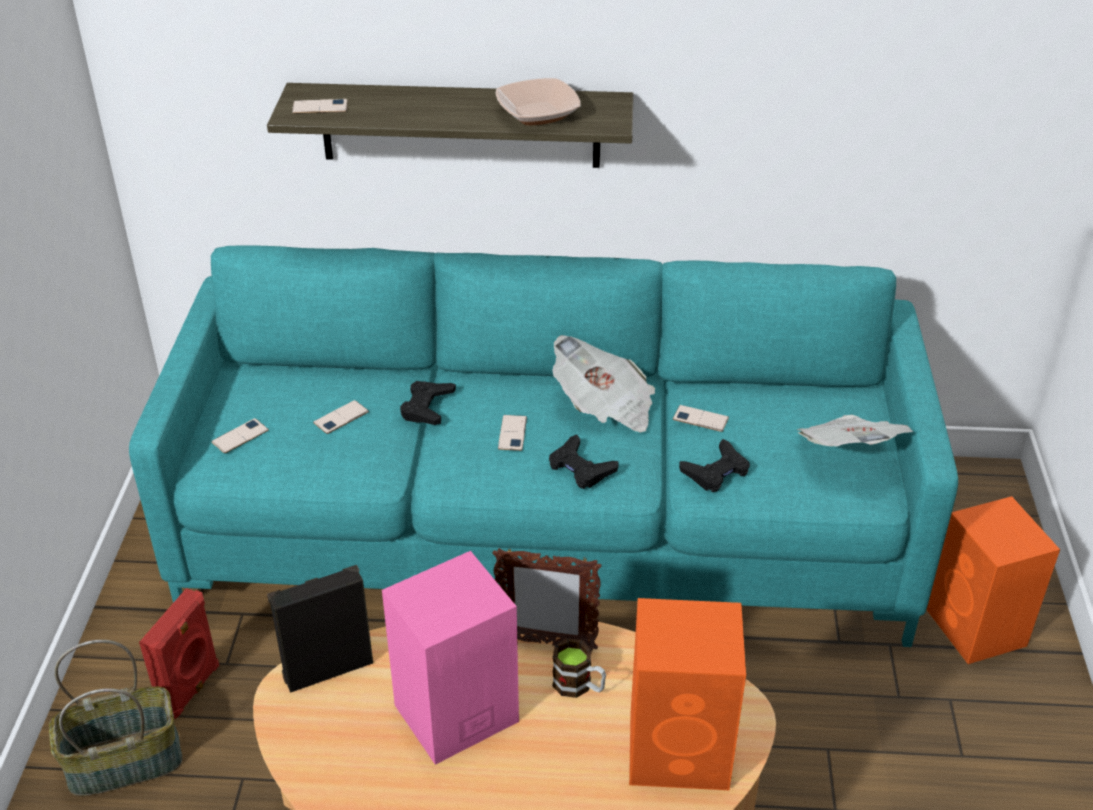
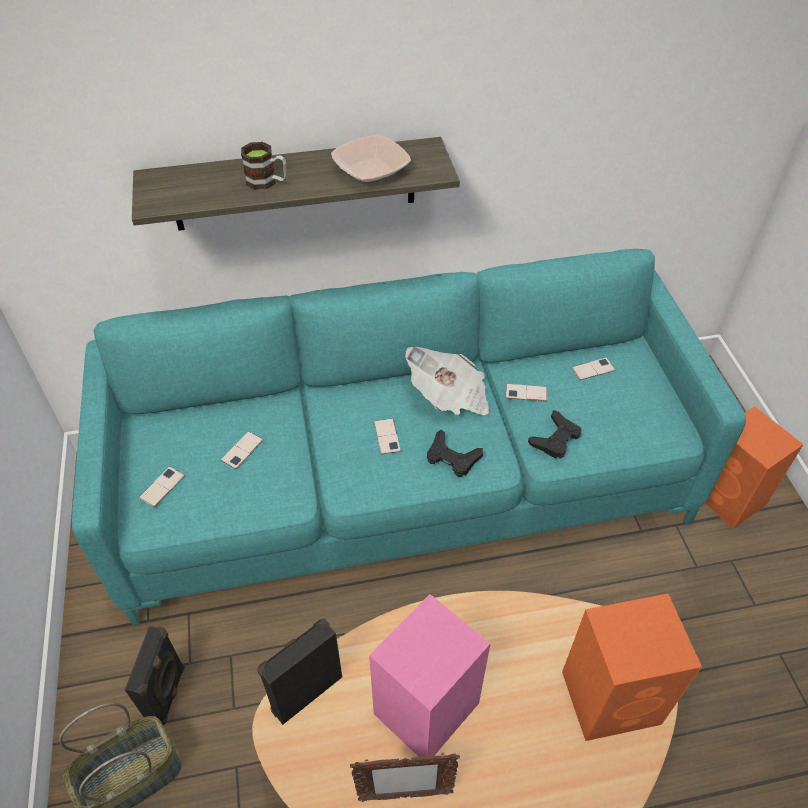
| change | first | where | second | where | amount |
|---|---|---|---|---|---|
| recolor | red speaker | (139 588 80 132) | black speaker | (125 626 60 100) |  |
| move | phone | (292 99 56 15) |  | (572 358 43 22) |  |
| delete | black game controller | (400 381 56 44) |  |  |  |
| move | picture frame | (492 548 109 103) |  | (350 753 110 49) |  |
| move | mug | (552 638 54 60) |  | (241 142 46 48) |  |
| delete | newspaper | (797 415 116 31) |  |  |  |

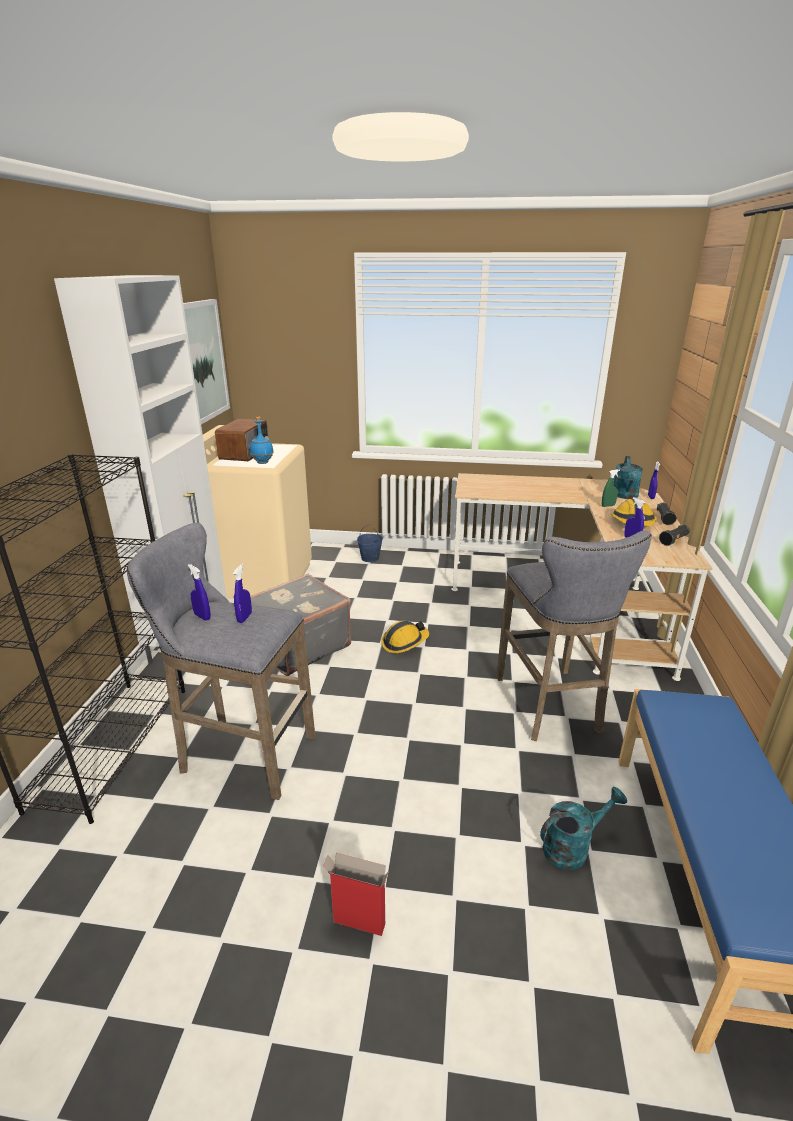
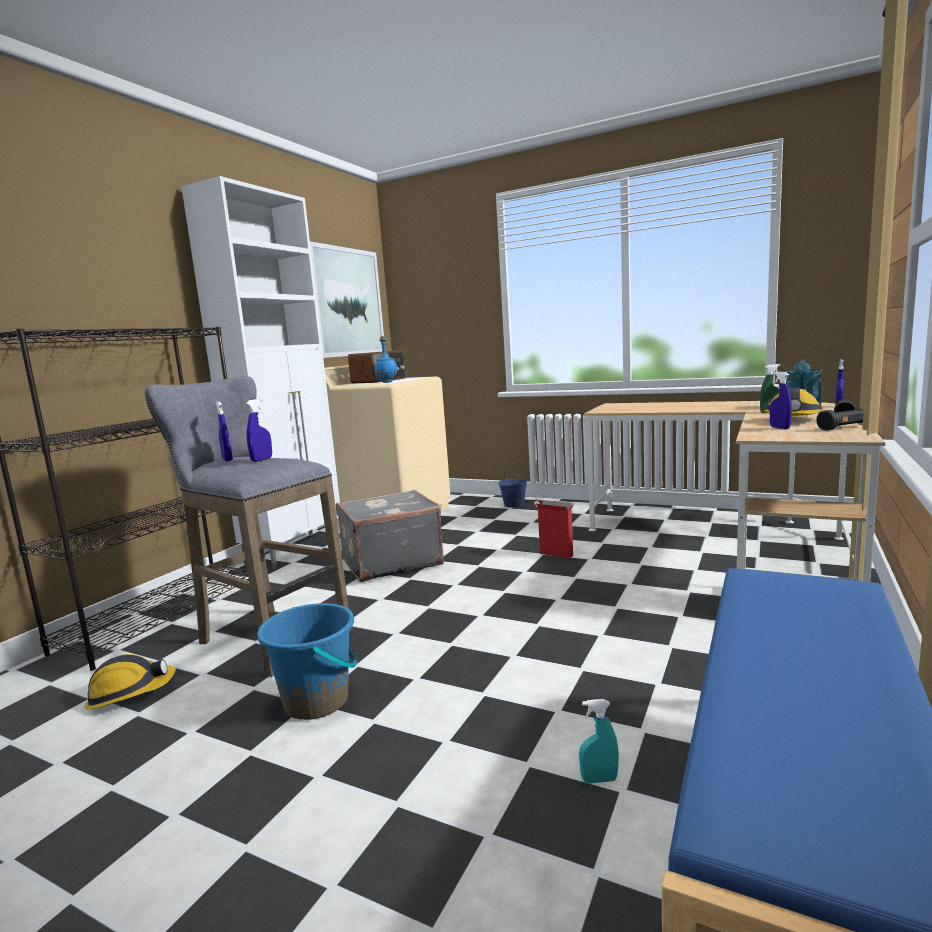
| change | first | where | second | where | amount |
|---|---|---|---|---|---|
| move | cardboard box | (323 853 66 83) |  | (534 500 40 59) |  |
| move | hard hat | (381 621 48 32) |  | (85 654 91 56) |  |
| delete | grey stool | (496 530 156 211) |  |  |  |
| replace | turquoise watering can | (540 787 87 83) | turquoise spray bottle | (579 699 40 85) |  |
| insert |  |  | blue bucket | (257 603 101 117) |  |

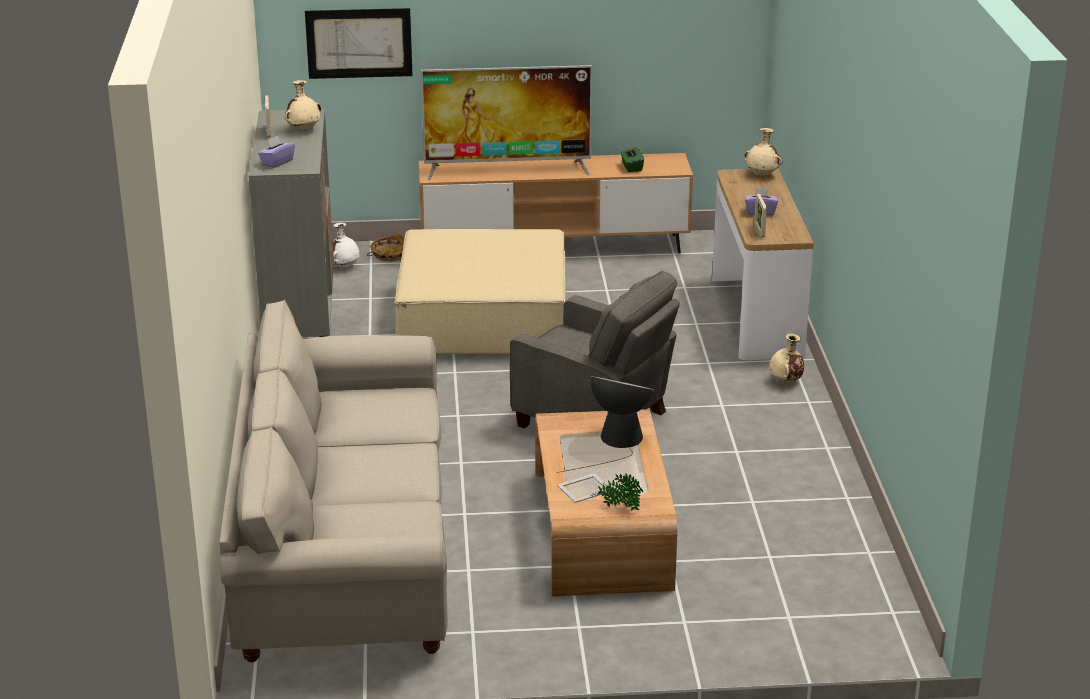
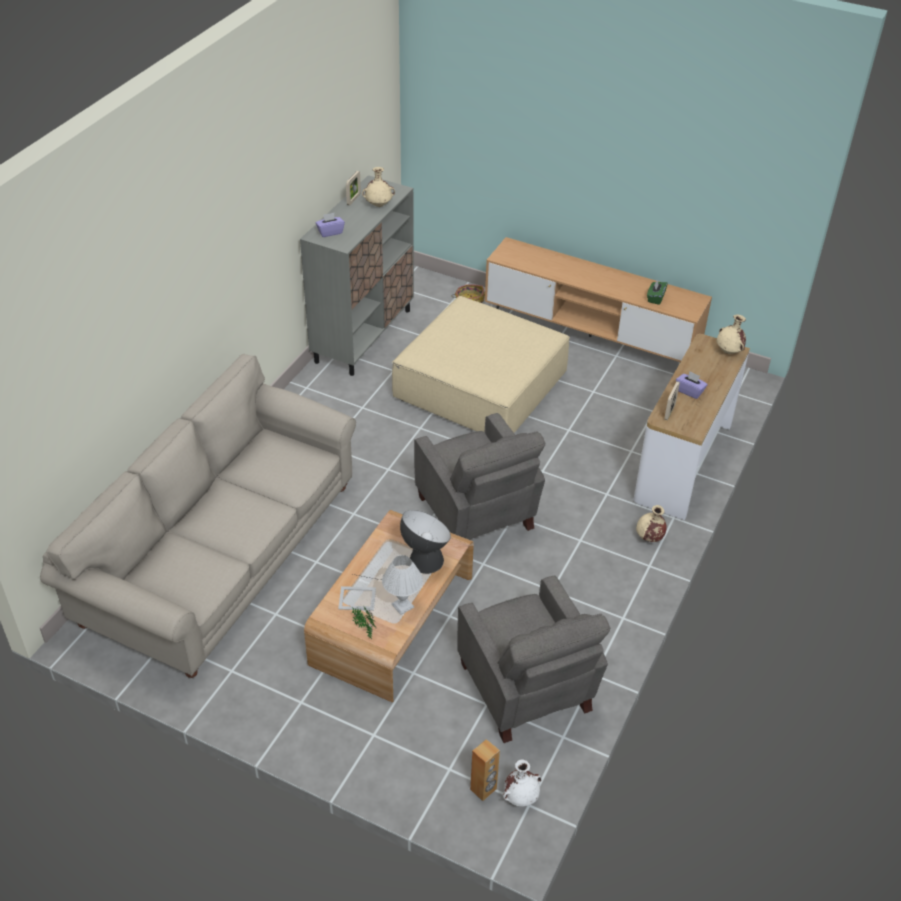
| change | first | where | second | where | amount |
|---|---|---|---|---|---|
| delete | picture | (305 8 108 71) |  |  |  |
| move | white vase | (333 223 27 45) |  | (503 760 39 47) |  |
| delete | television | (421 65 171 115) |  |  |  |
| insert |  |  | white table lamp | (382 555 41 60) |  |
| insert |  |  | grey armchair | (457 575 153 168) |  |
| insert |  |  | brown speaker | (470 739 30 62) |  |

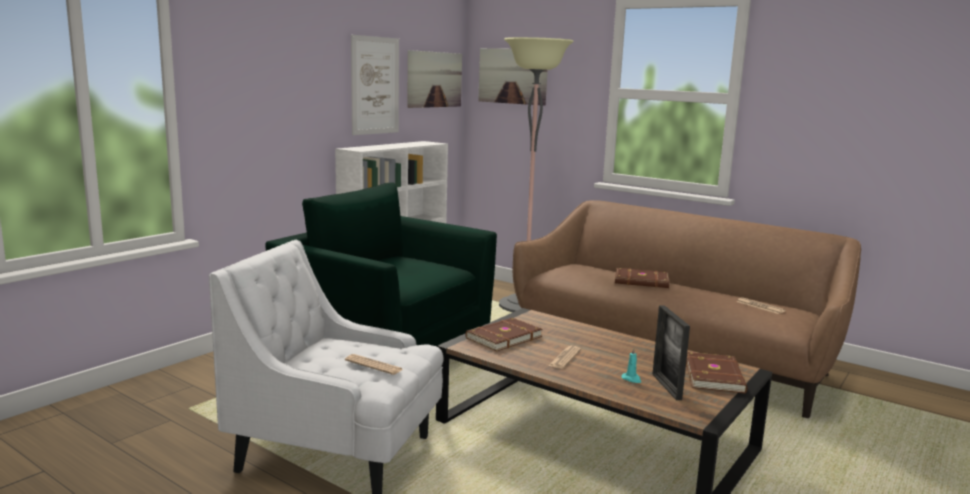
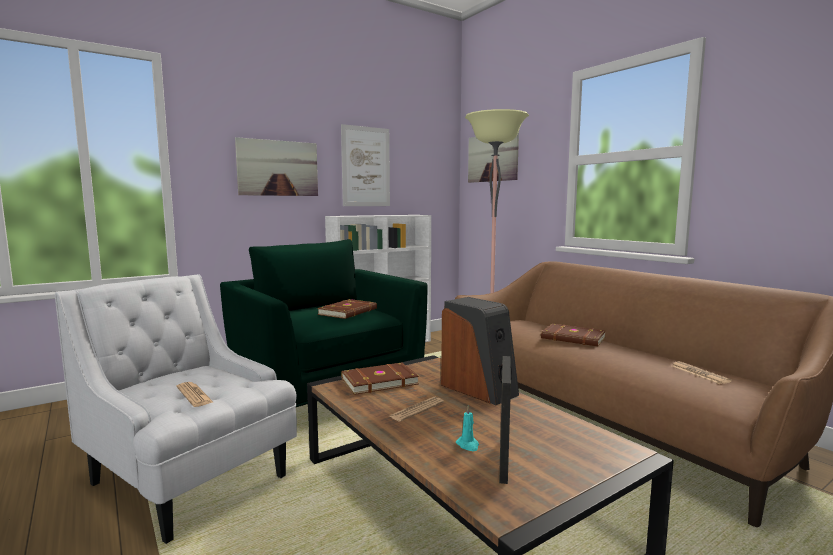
| change | first | where | second | where | amount |
|---|---|---|---|---|---|
| move | picture | (407 50 55 58) |  | (235 137 83 59) |  |
| move | brown book | (686 352 62 41) |  | (317 299 60 20) |  |
| insert |  |  | speaker | (441 297 78 108) |  |

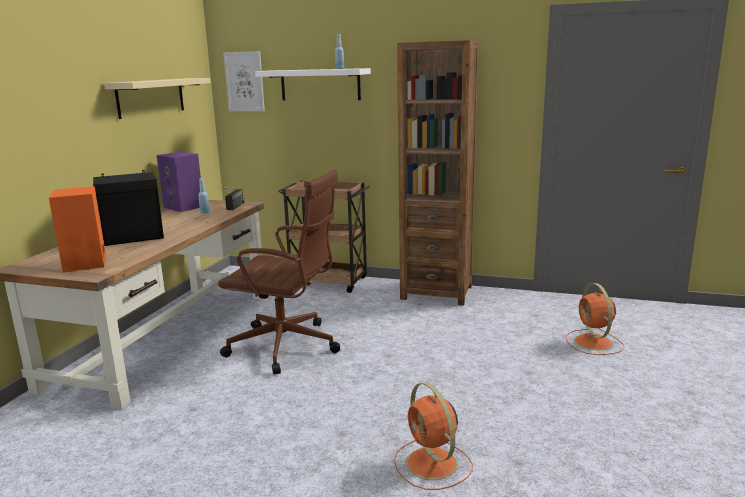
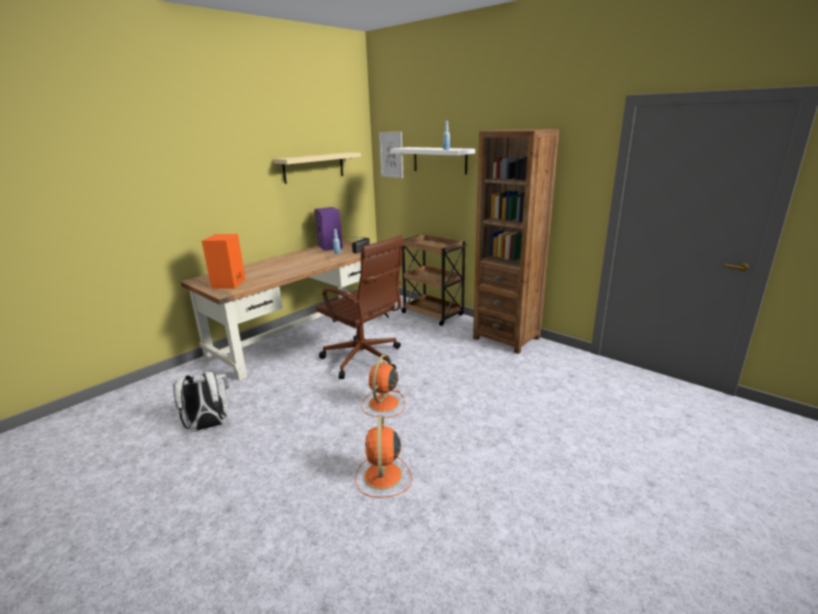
| change | first | where | second | where | amount |
|---|---|---|---|---|---|
| delete | black speaker | (93 170 71 76) |  |  |  |
| move | orange fan | (566 283 59 72) |  | (361 355 44 62) |  |
| insert |  |  | white backpack | (173 372 56 59) |  |

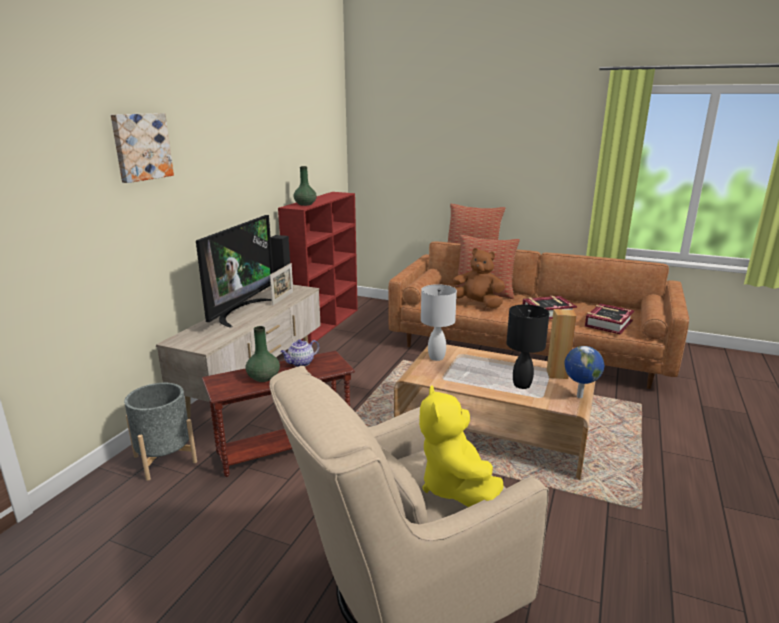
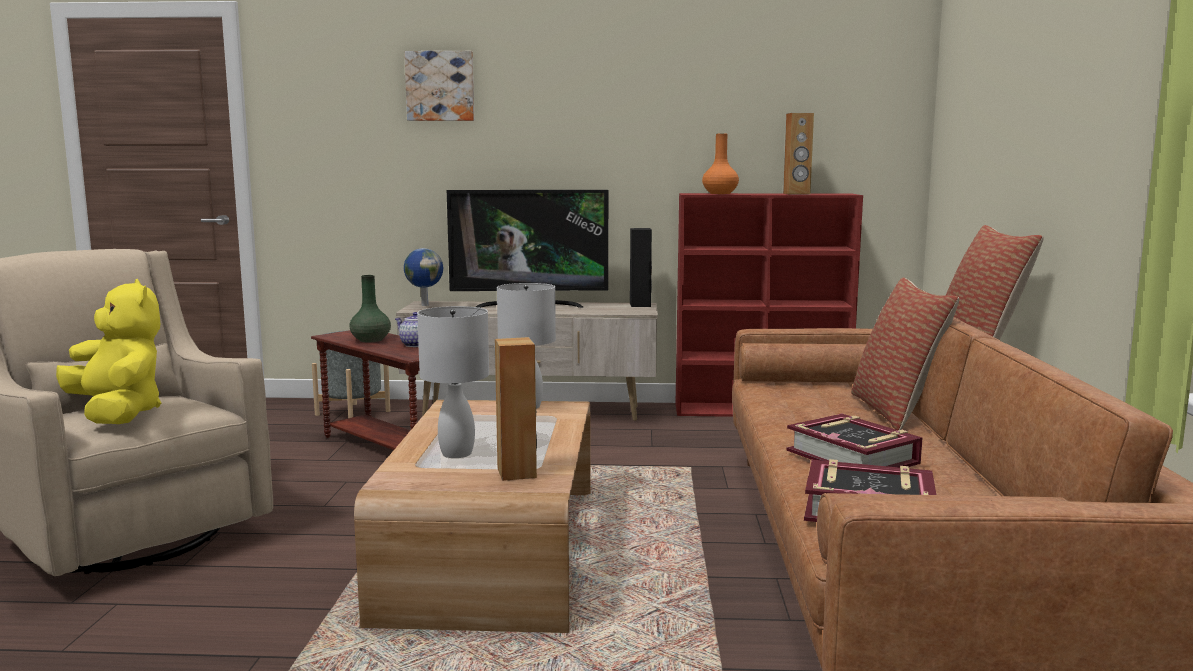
| change | first | where | second | where | amount |
|---|---|---|---|---|---|
| delete | picture frame | (270 263 23 43) |  |  |  |
| recolor | green vase | (294 166 23 40) | orange vase | (702 133 37 61) |  |
| rotate | yellow plush toy | (419 385 85 122) |  | (56 279 105 145) | 75 degrees clockwise |
| delete | brown plush toy | (452 248 53 60) |  |  |  |
| recolor | black table lamp | (506 304 43 85) | white table lamp | (417 306 72 152) |  |
| move | globe | (565 346 39 52) |  | (404 248 39 58) |  |
| insert |  |  | brown speaker | (783 113 31 81) |  |

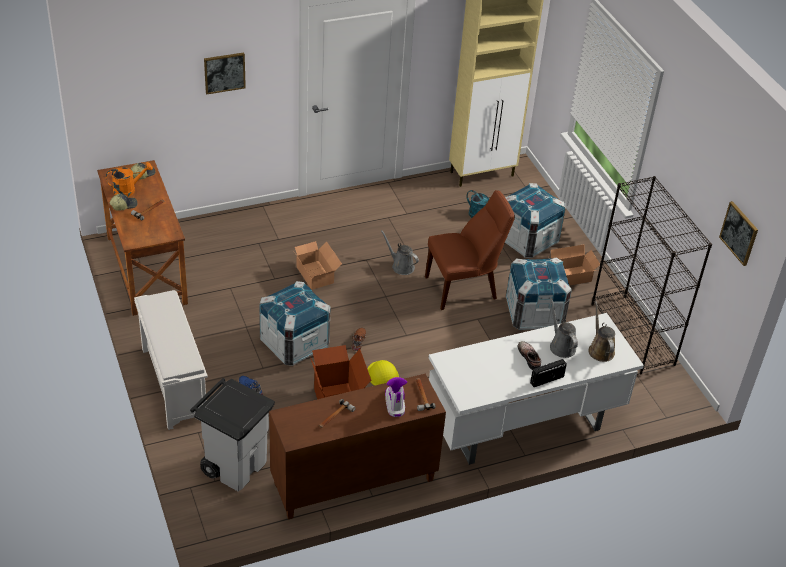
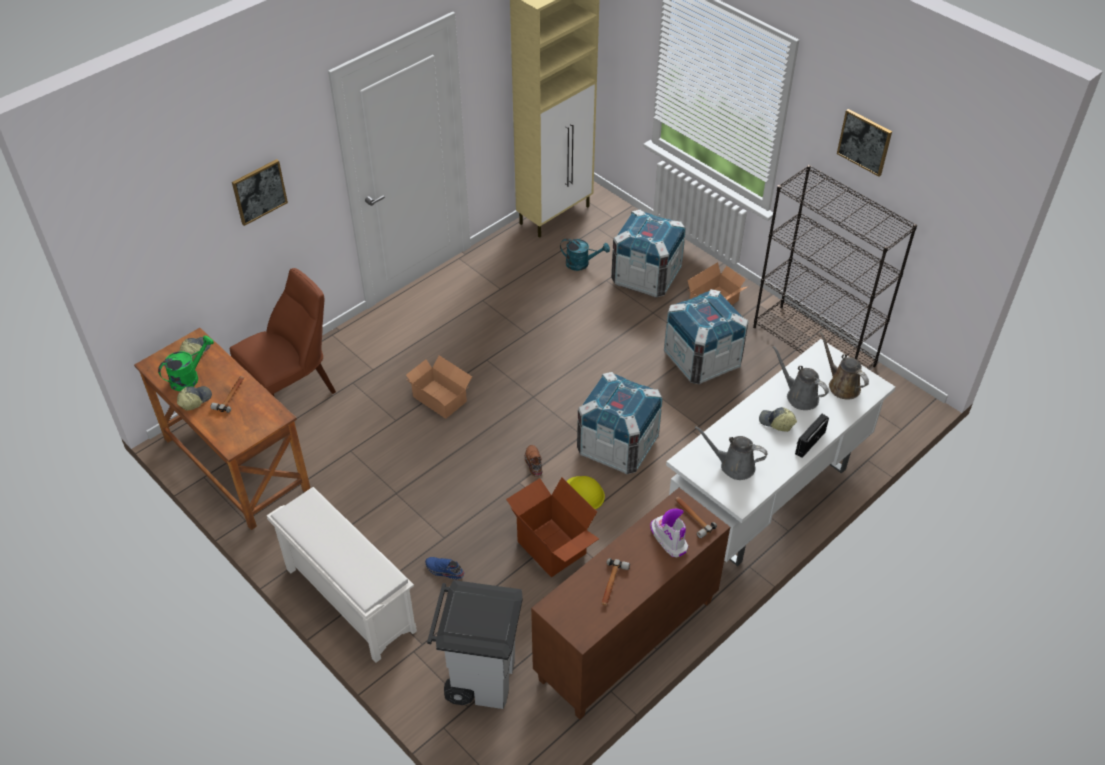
| change | first | where | second | where | amount |
|---|---|---|---|---|---|
| recolor | orange watering can | (106 162 47 35) | green watering can | (158 336 56 55) |  |
| move | crate | (259 281 71 85) |  | (577 372 86 102) |  |
| move | grey watering can | (381 230 38 45) |  | (695 426 72 54) |  |
| move | brown chair | (425 190 90 120) |  | (230 268 106 128) |  |
| replace | shoe | (518 341 23 29) | cap | (759 407 38 25) |  |
| move | picture | (719 201 39 65) |  | (837 109 55 68) |  |

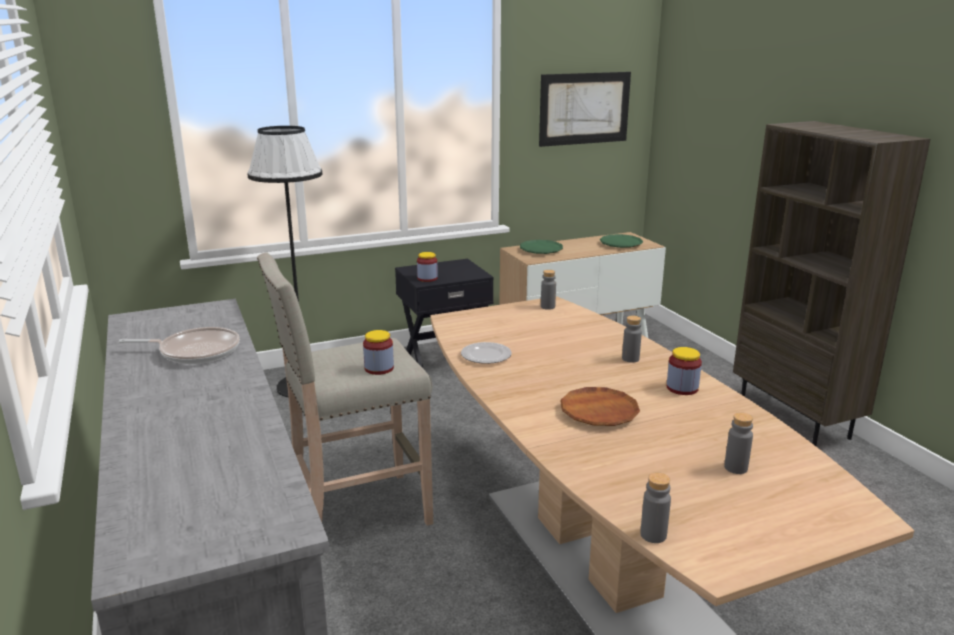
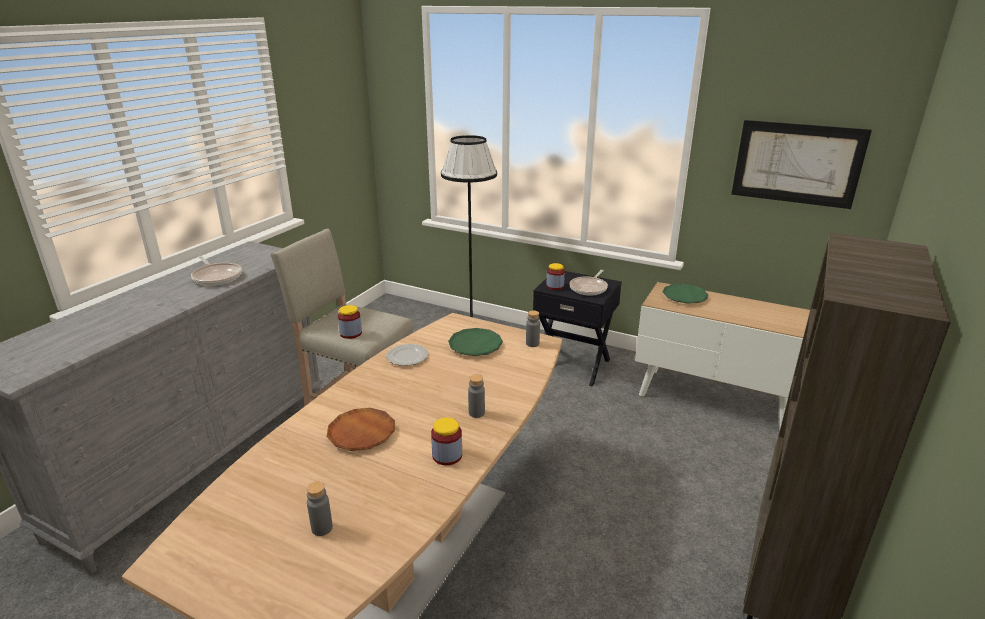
| change | first | where | second | where | amount |
|---|---|---|---|---|---|
| move | green plate | (600 234 43 14) |  | (448 328 55 28) |  |
| delete | grey bottle | (640 472 31 71) |  |  |  |
| insert |  |  | frying pan | (569 270 39 26) |  |

